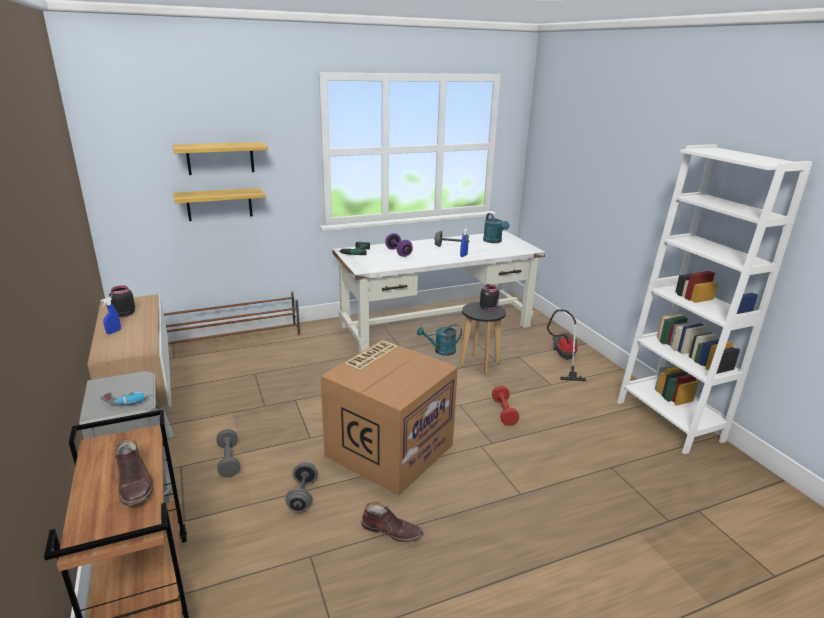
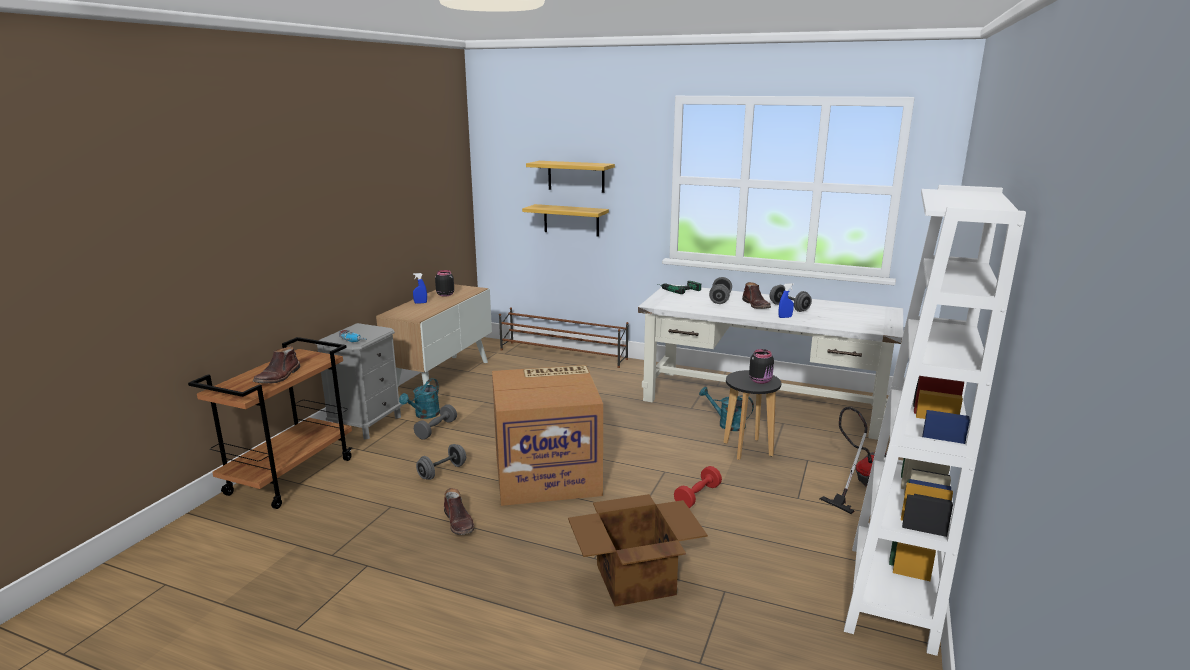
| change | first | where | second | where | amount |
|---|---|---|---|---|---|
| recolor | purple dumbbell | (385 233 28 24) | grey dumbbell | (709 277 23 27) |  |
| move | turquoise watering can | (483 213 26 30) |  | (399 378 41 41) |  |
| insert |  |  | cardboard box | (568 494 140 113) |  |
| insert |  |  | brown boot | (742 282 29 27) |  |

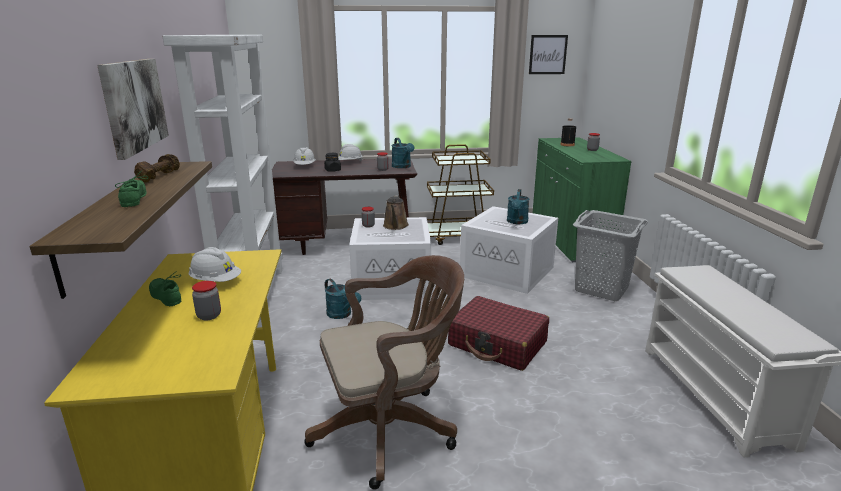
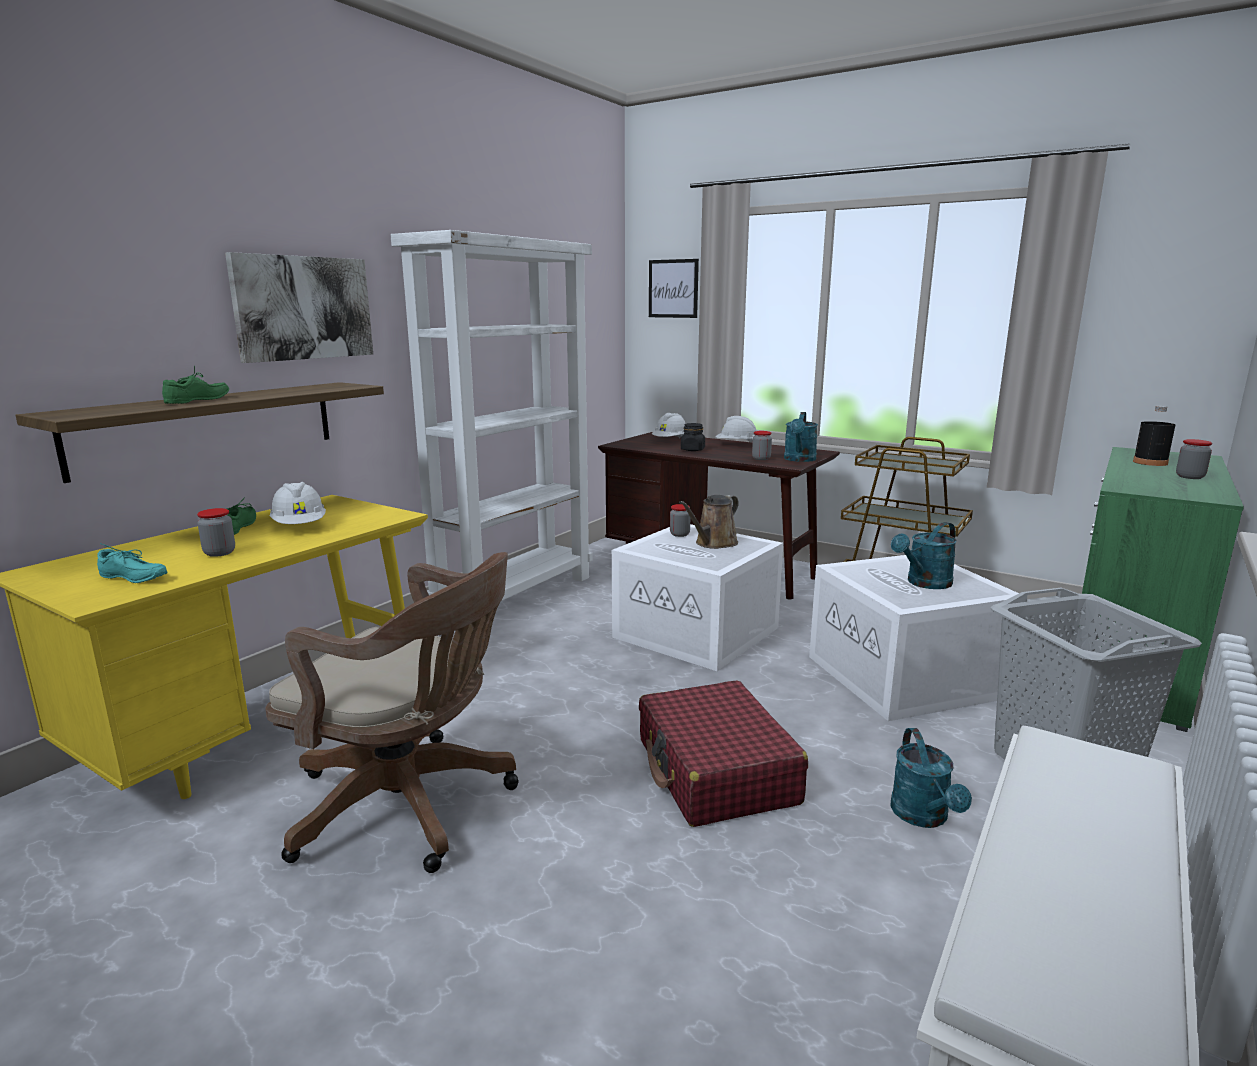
| change | first | where | second | where | amount |
|---|---|---|---|---|---|
| delete | brown dumbbell | (134 154 46 29) |  |  |  |
| move | turquoise watering can | (325 279 36 40) |  | (890 728 82 100) |  |
| move | picture | (529 35 39 39) |  | (649 259 50 59) |  |
| insert |  |  | turquoise shoe | (97 543 70 40) |  |

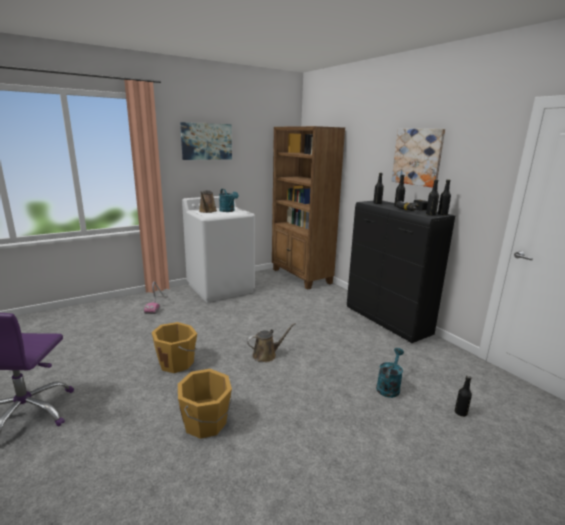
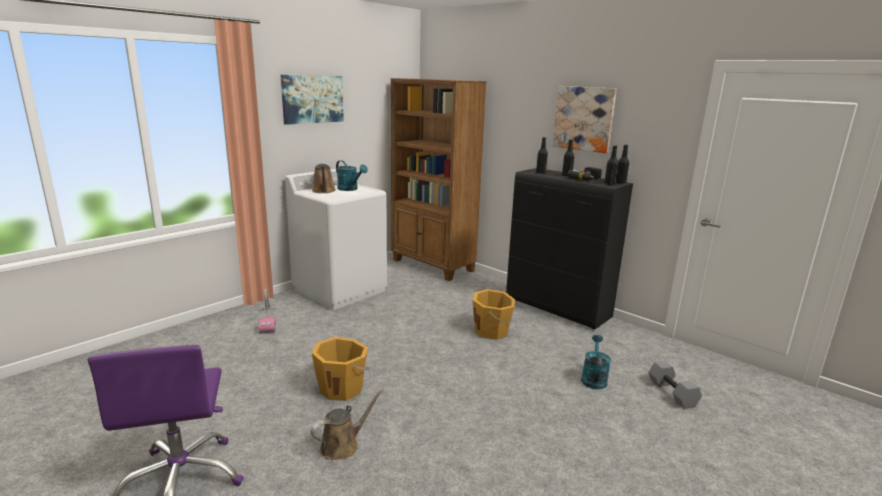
| change | first | where | second | where | amount |
|---|---|---|---|---|---|
| move | orange bucket | (178 369 54 70) |  | (473 289 42 50) |  |
| move | brown watering can | (247 323 49 39) |  | (311 389 73 71) |  |
| replace | black bottle | (455 376 17 41) | grey dumbbell | (648 361 54 48) |  |

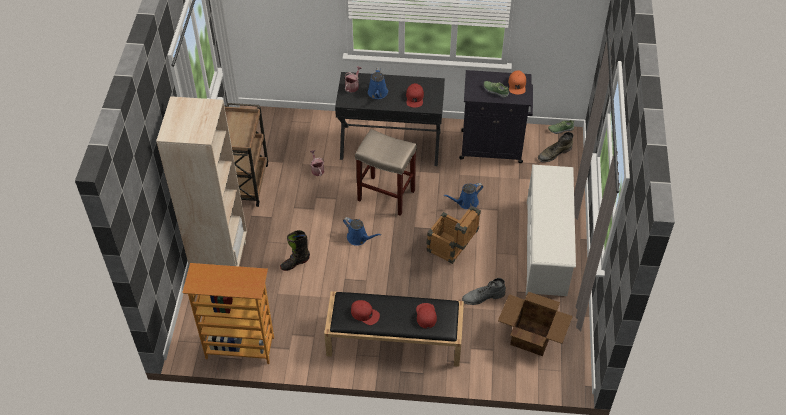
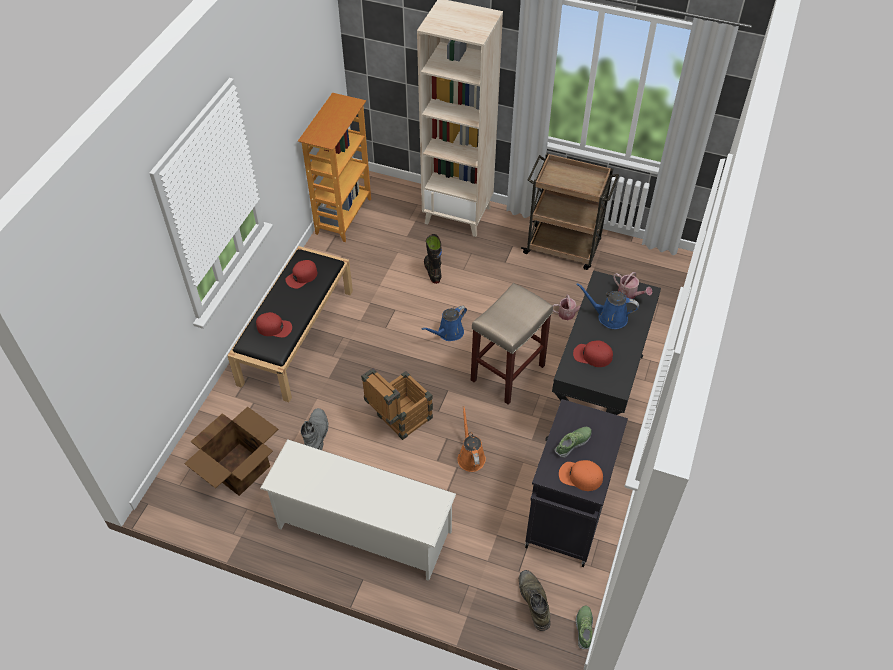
| change | first | where | second | where | amount |
|---|---|---|---|---|---|
| recolor | blue watering can | (444 183 39 26) | orange watering can | (457 406 29 66) |  |

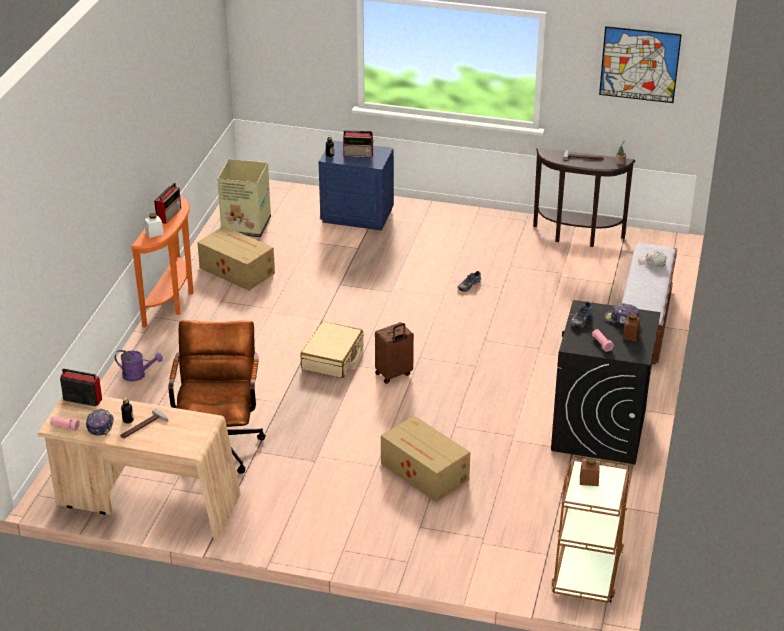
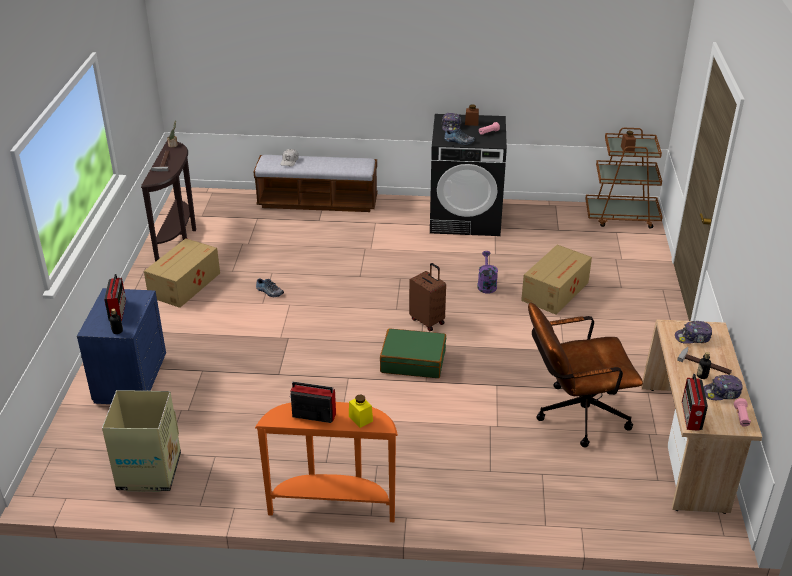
| change | first | where | second | where | amount |
|---|---|---|---|---|---|
| move | purple watering can | (115 350 48 32) |  | (477 251 21 43) |  |
| recolor | white jar | (145 213 19 25) | yellow jar | (349 395 24 33) |  |
| move | cardboard box | (197 226 78 65) |  | (144 238 76 70) |  |
| recolor | beige suitcase | (300 321 64 57) | green suitcase | (380 328 66 50) |  |
| delete | picture | (599 26 83 77) |  |  |  |
| insert |  |  | cap | (675 321 37 23) |  |

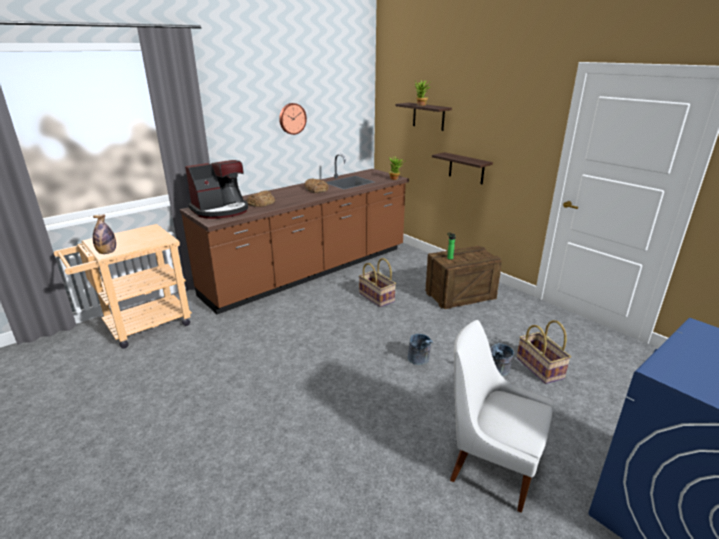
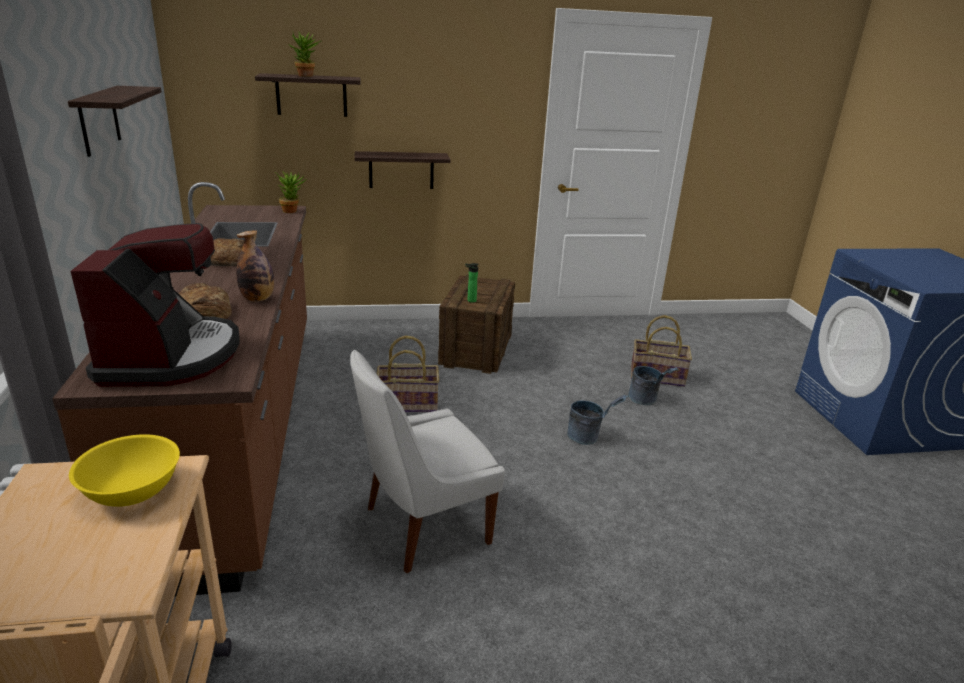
| change | first | where | second | where | amount |
|---|---|---|---|---|---|
| move | bottle | (93 215 23 39) |  | (236 230 38 72) |  |
| replace | wall clock | (279 103 28 32) | shelf | (68 86 94 71) |  |
| move | white chair | (450 320 104 193) |  | (350 350 155 223) |  |
| insert |  |  | yellow bowl | (69 434 111 73) |  |

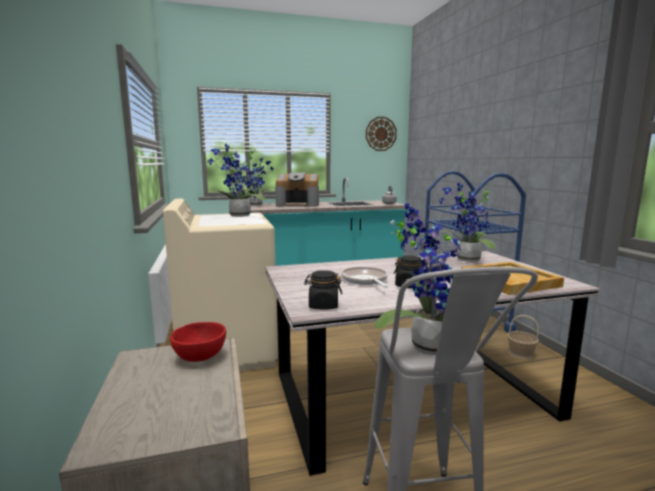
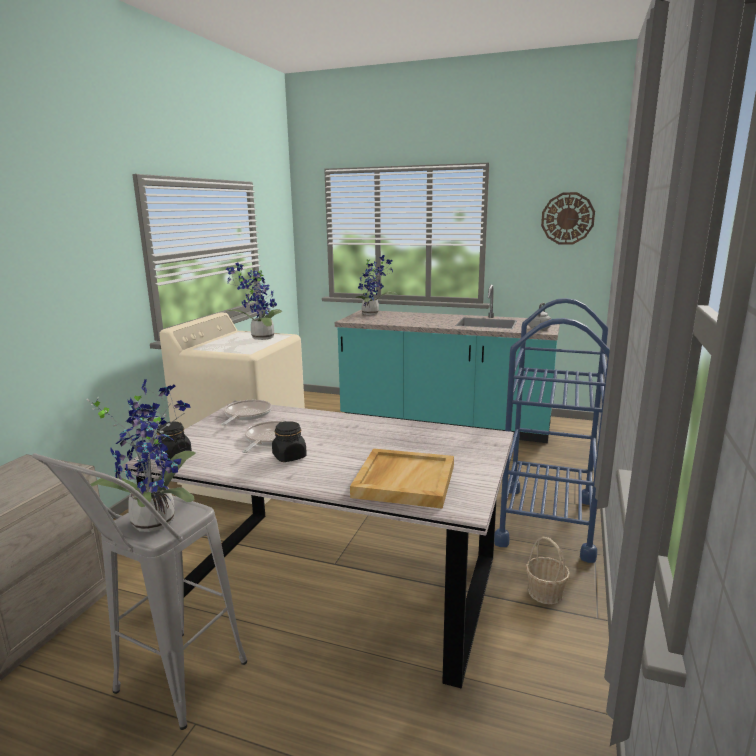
| change | first | where | second | where | amount |
|---|---|---|---|---|---|
| delete | red bowl | (170 322 56 40) |  |  |  |
| delete | coffee machine | (275 172 44 35) |  |  |  |
| delete | potted plant | (439 183 57 79) |  |  |  |
| insert |  |  | frying pan | (221 400 51 25) |  |

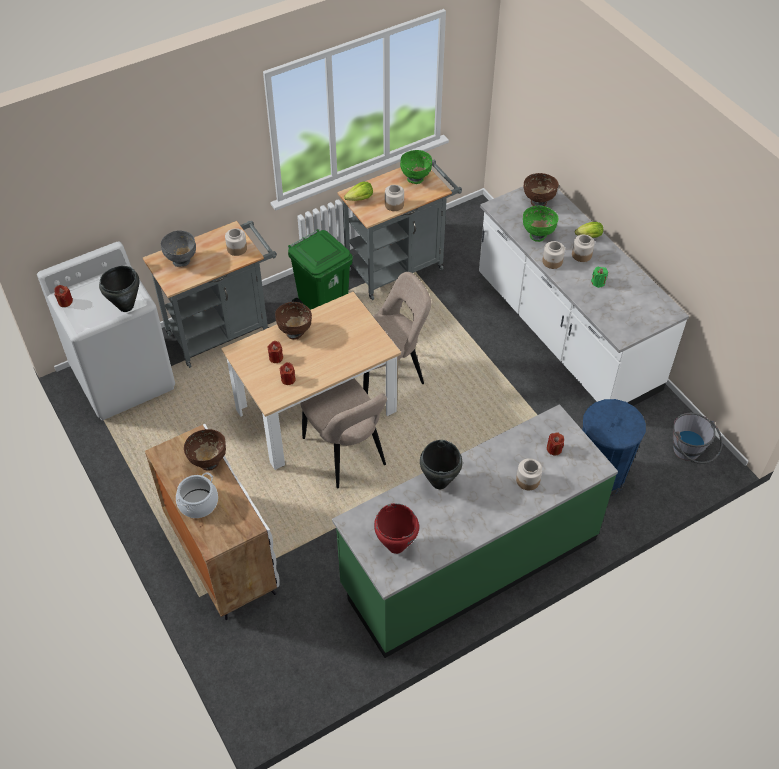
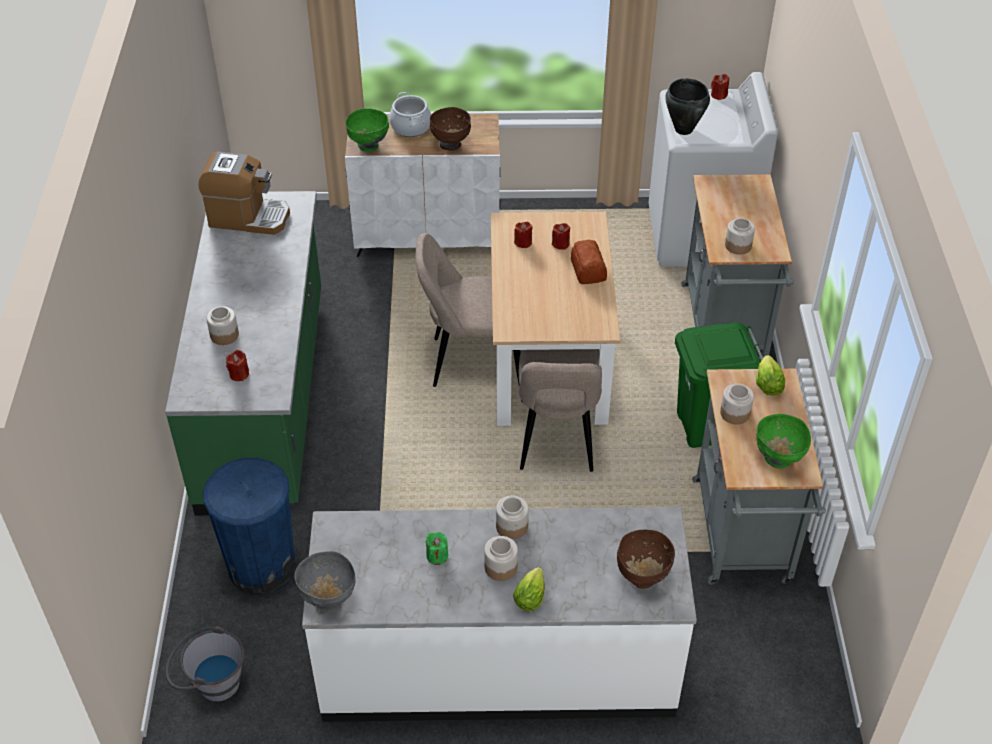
| change | first | where | second | where | amount |
|---|---|---|---|---|---|
| move | grey bowl | (161 230 35 37) |  | (295 551 61 60) |  |
| replace | brown bowl | (275 302 37 38) | bread | (571 240 36 44) |  |
| replace | red cooking pot | (374 503 45 51) | coffee machine | (199 151 91 84) |  |
| delete | black cooking pot | (420 440 43 49) |  |  |  |
| move | green bowl | (523 206 35 36) |  | (346 109 43 43) |  |

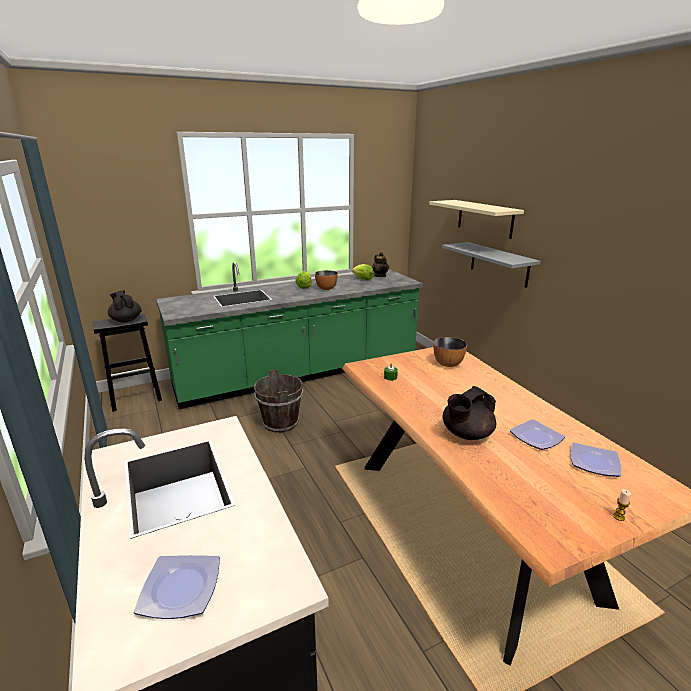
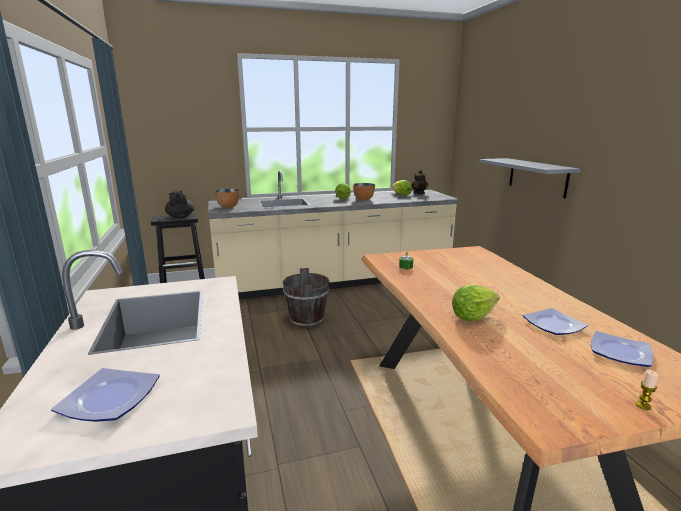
| change | first | where | second | where | amount |
|---|---|---|---|---|---|
| recolor | green counter | (156 262 267 147) | beige counter | (208 170 252 129) |  |
| delete | beige shelf | (429 200 95 39) |  |  |  |
| move | bowl | (433 337 34 30) |  | (215 189 25 19) |  |
| replace | black teapot | (443 386 53 54) | lettuce | (452 284 47 37) |  |

